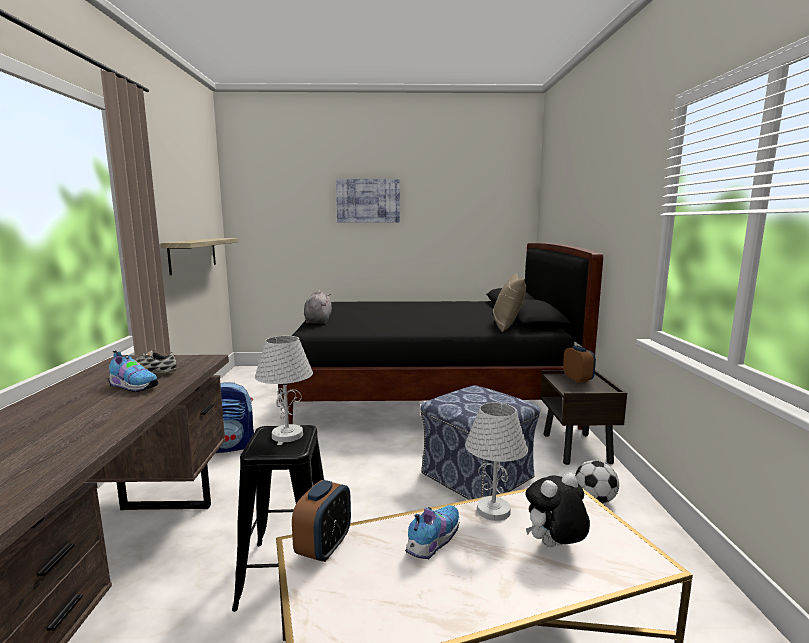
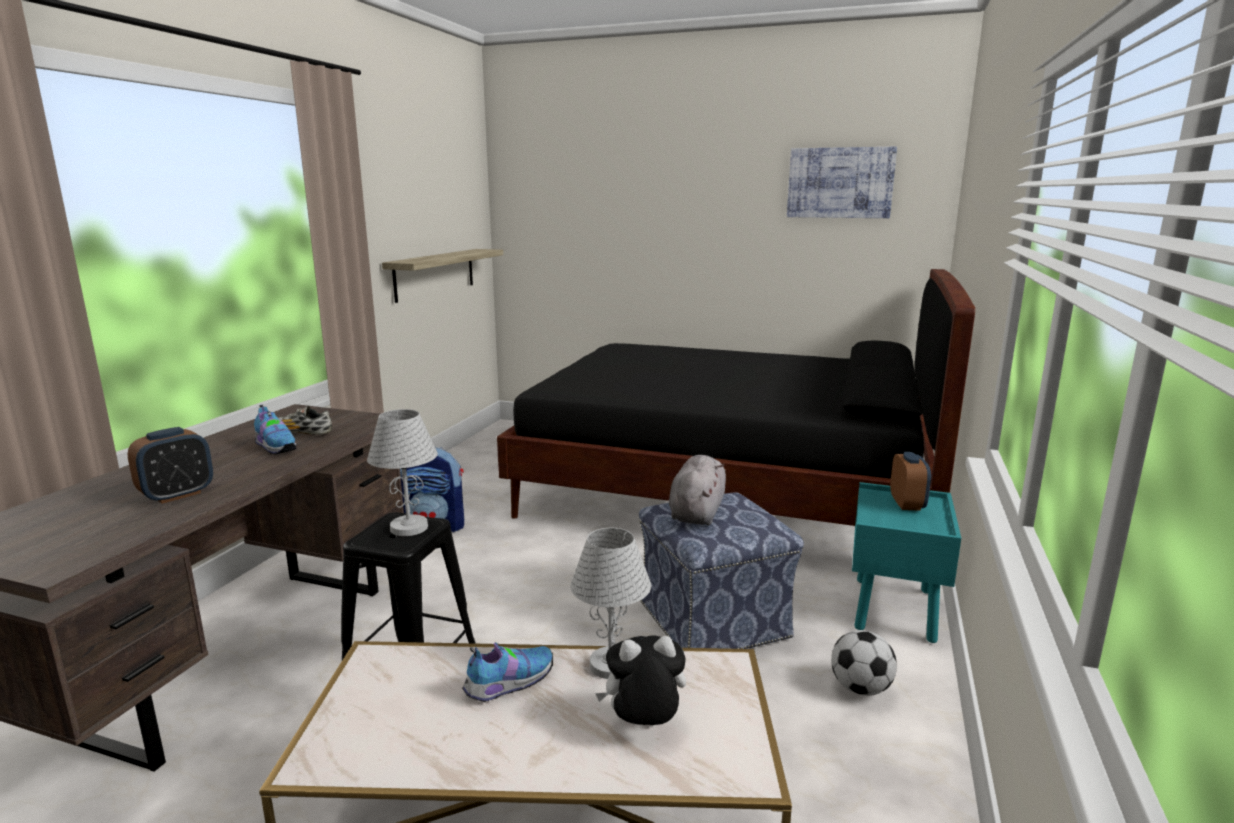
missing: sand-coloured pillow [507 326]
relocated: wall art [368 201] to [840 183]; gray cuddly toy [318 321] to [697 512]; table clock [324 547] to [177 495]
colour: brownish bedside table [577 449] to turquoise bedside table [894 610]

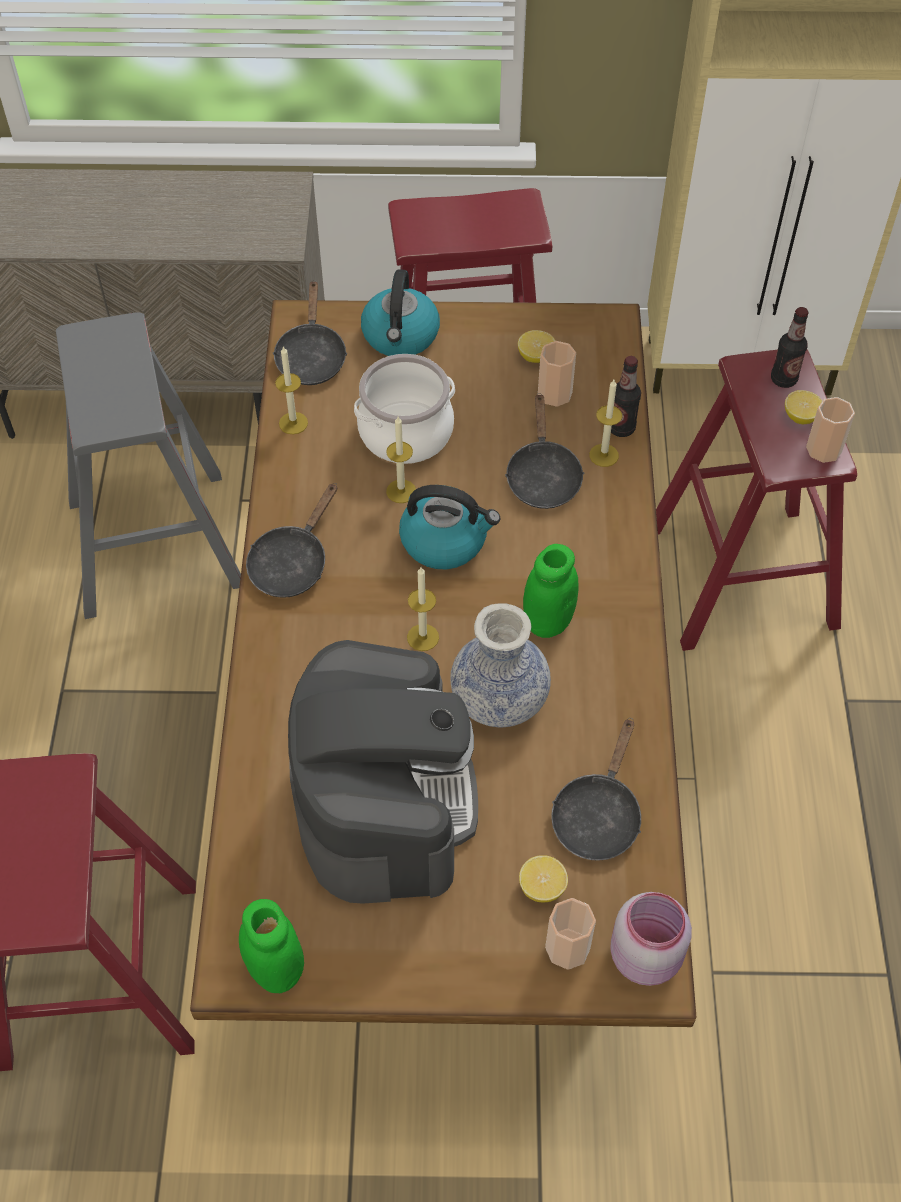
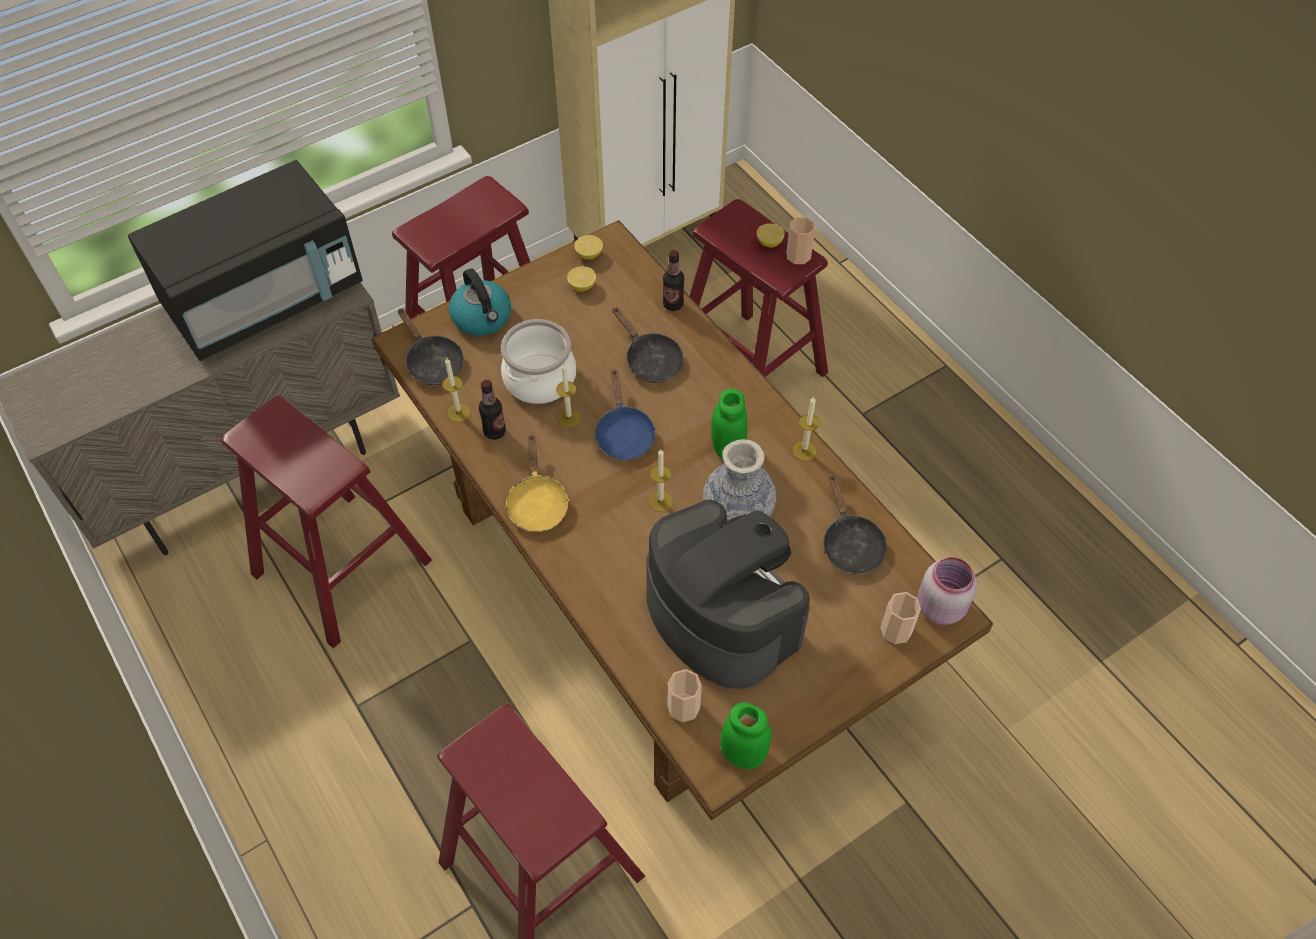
appeared: blackish microwave oven [265 298]
relocated: beverage bottle [783 379] to [494 432]; small cup [554 393] to [683 707]; wax light [603 455] to [804 451]; lemon [542 887] to [589 254]
exchanged: kettle [445 541] to blue frying pan [623 434]
colour: gray stool seat [154 543] to red stool seat [341 567]; blackish frying pan [292 563] to yellow-coloured frying pan [537 503]

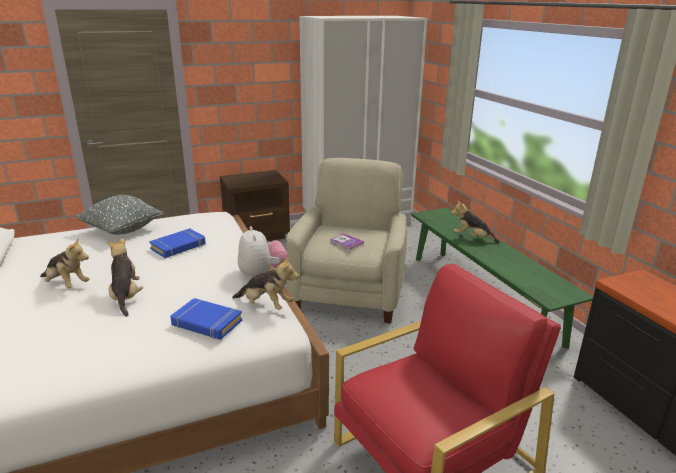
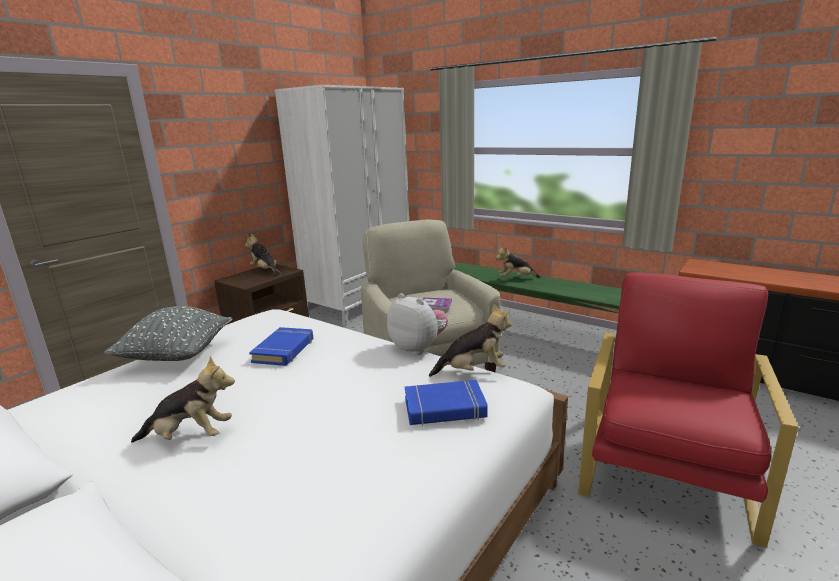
relocated: cuddly toy [126 297] to [265 270]

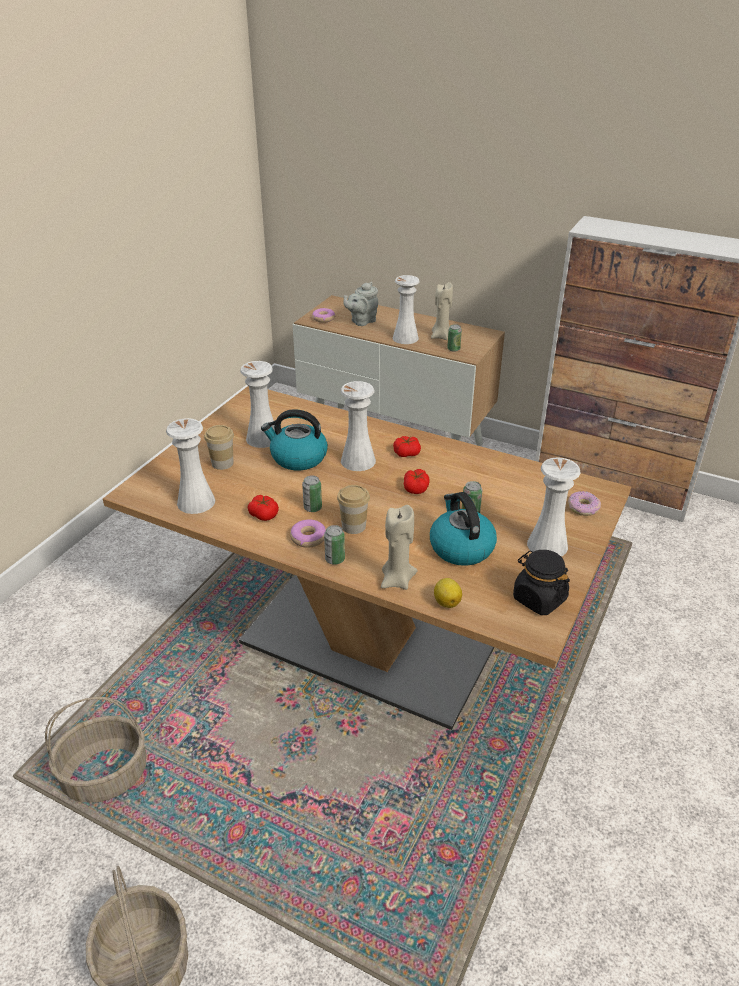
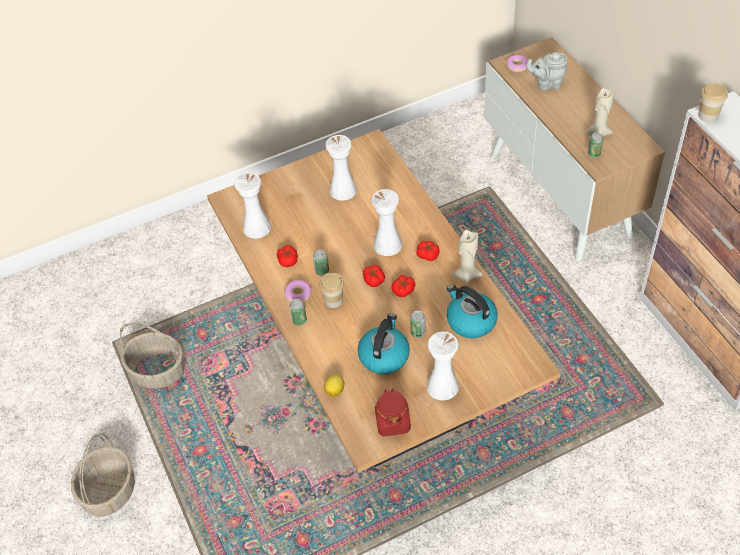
missing: white flower vase [405 338]; doughnut [583 508]
appeared: fresh tomato [373 280]
relocated: kettle [297 458] to [470 321]; small cup [222 463] to [708 115]; sand-coloured wax light [397 580] to [467 275]
colour: blackish preserve jar [539 599] to red preserve jar [392 422]

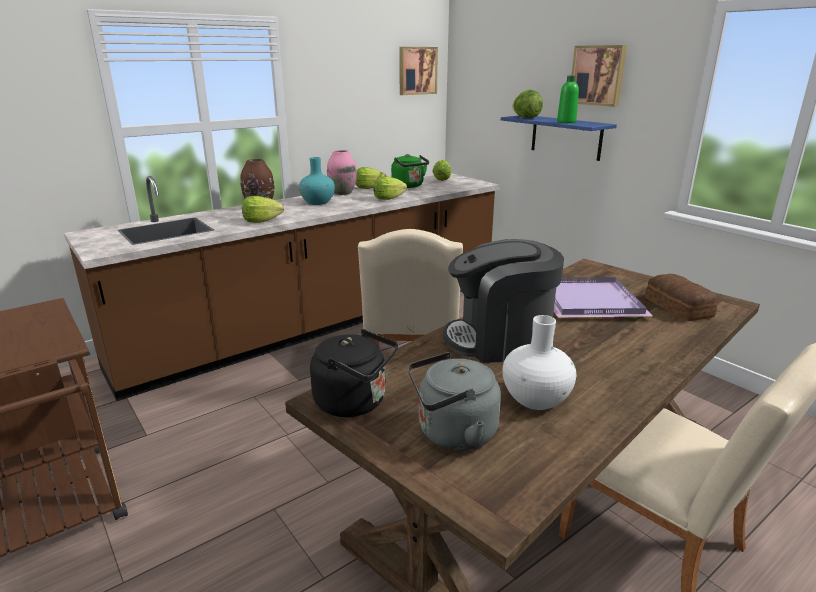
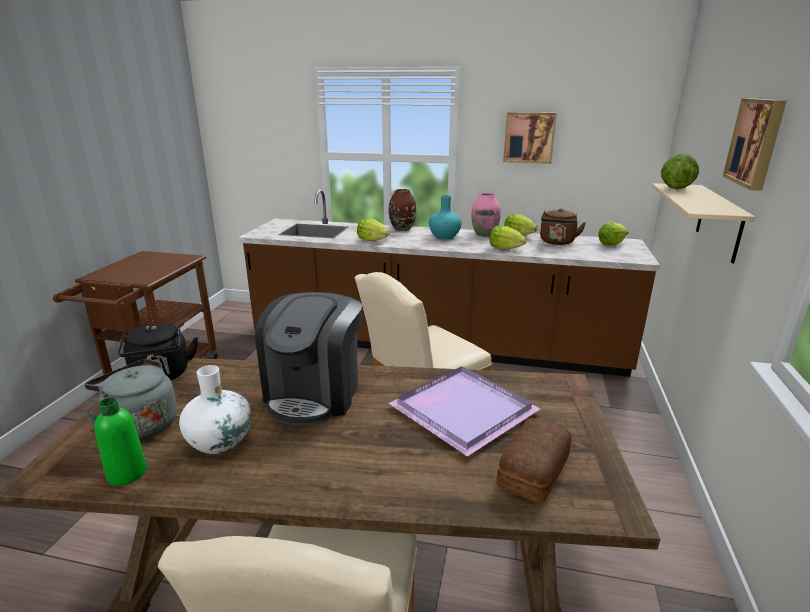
relocated: wall art [417 70] to [529 137]; greenish beverage bottle [566 122] to [127 473]
colour: blue wall shelf [566 137] to sand-coloured wall shelf [719 222]; greenish kettle [409 186] to brownish kettle [557 242]
spun: coffee maker [500 340] = [315 393] 120 degrees counterclockwise

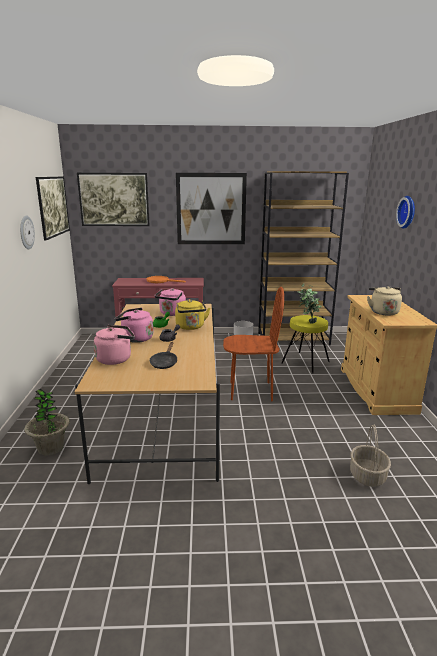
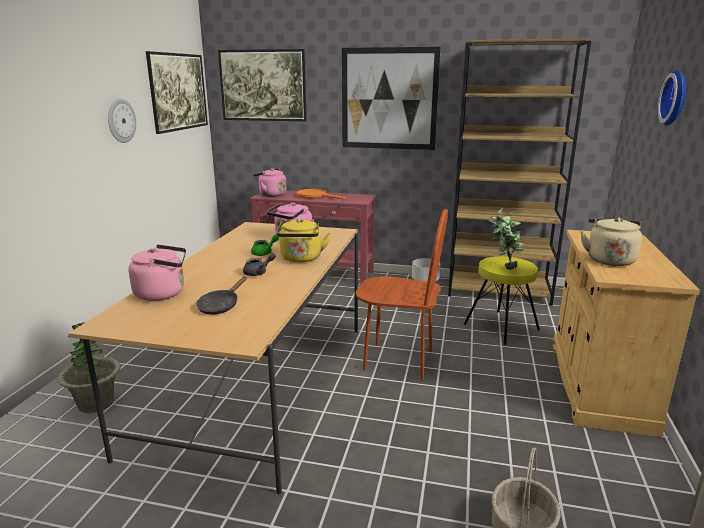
relocated: pinkish kettle [135 338] to [271 194]

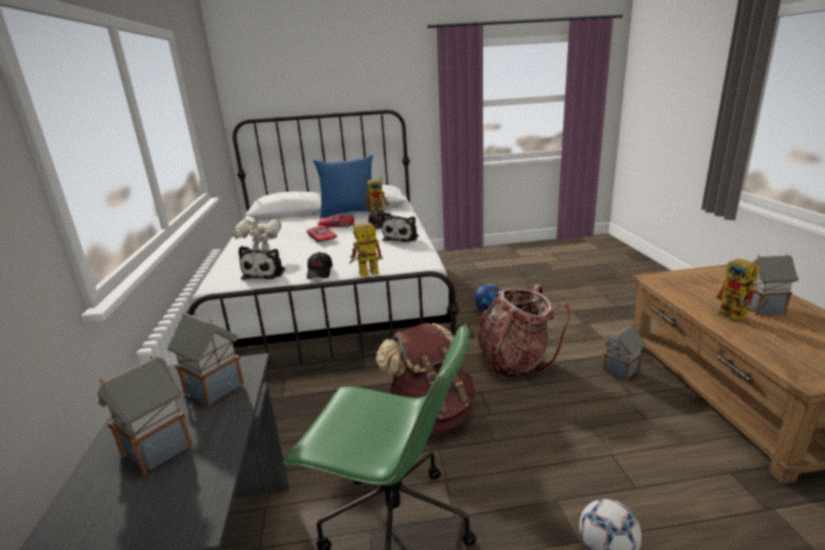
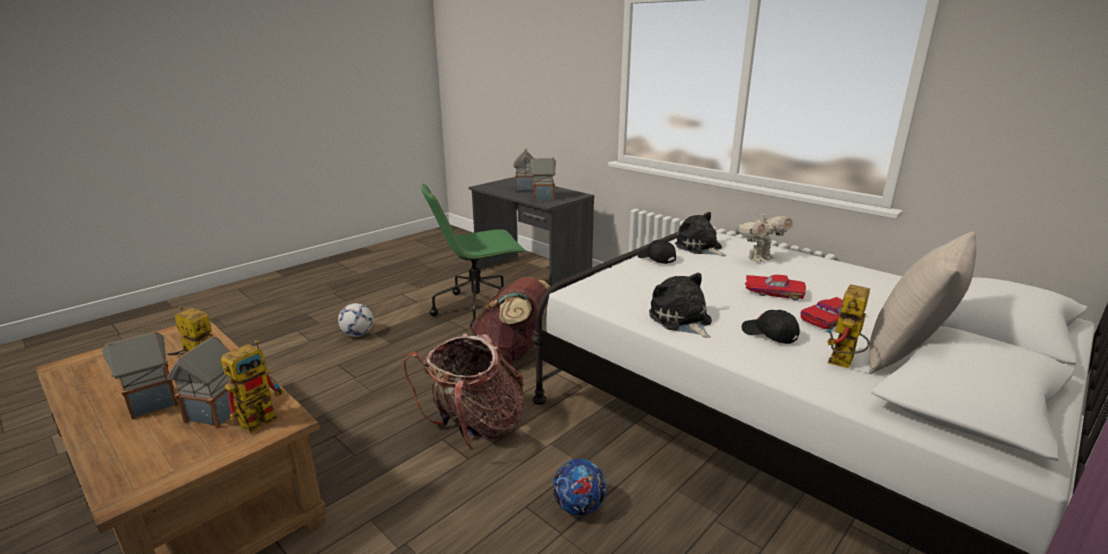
relocated: model robot [364 274] to [263 417]; toy house [621 371] to [217 412]
colour: blue pillow [349 213] to sand-coloured pillow [907 354]

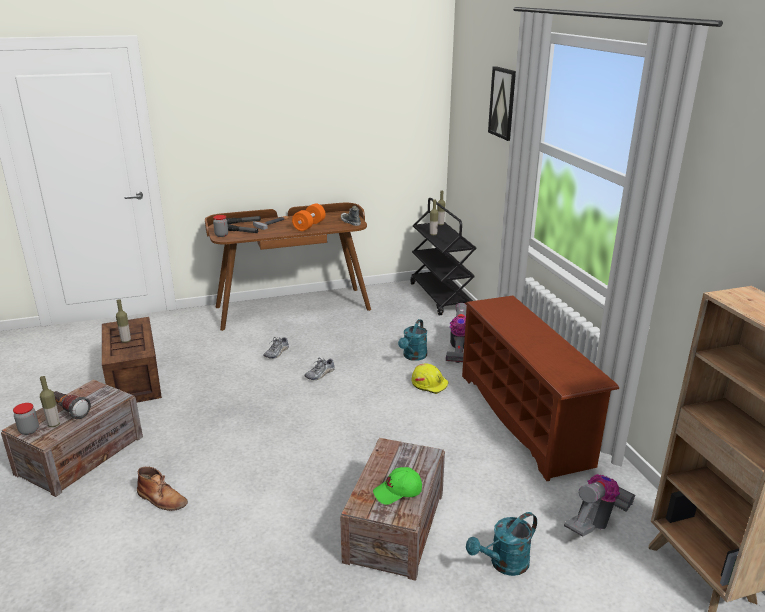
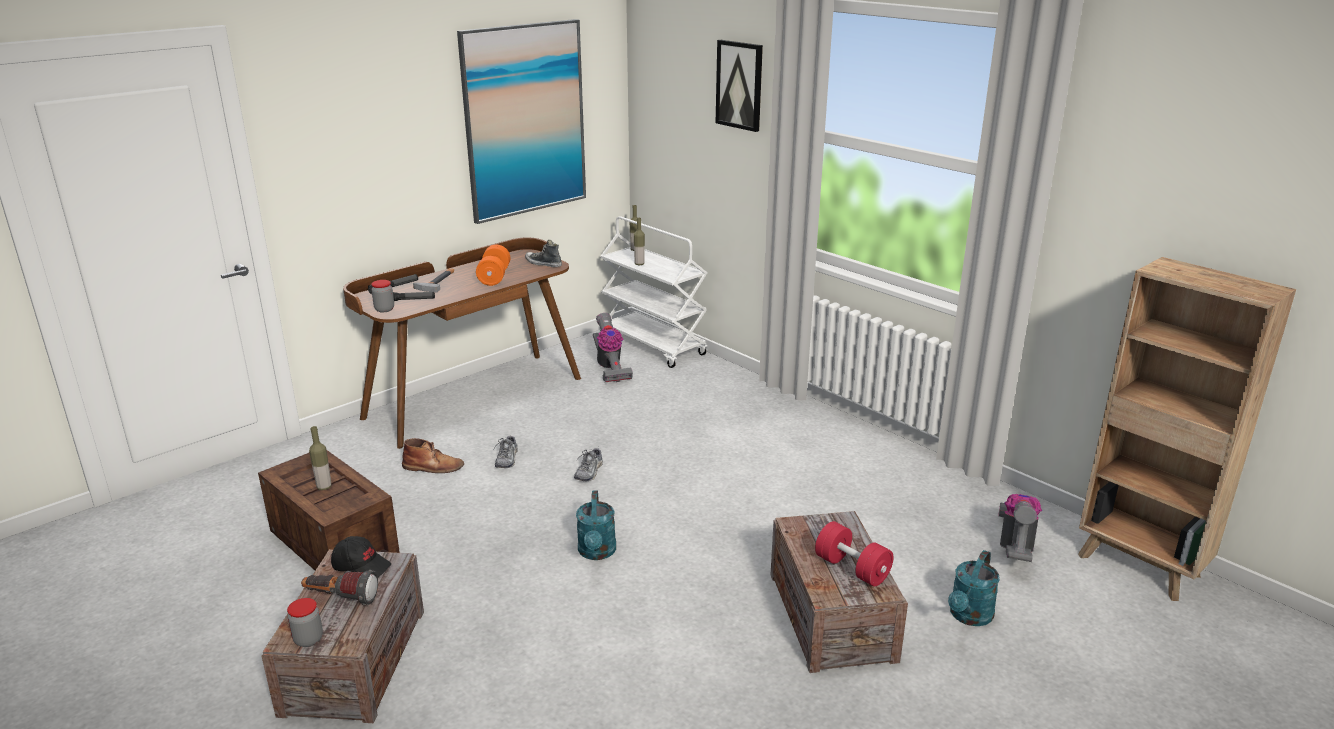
missing: brownish shoe shelf [525 418]; yellow-coloured hard hat [429 384]; beverage bottle [54 424]
appeared: wall art [524 120]; blackish baseball cap [362 566]
relocated: vacuum [458 349] to [609 367]; turquoise sprinkling can [413 357] to [597 553]; brownish high-top boot [162 499] to [433 467]
exchanged: greenish baseball cap [398 492] to red free weight [852 569]
colour: blackish trolley [441 297] to white trolley [653 345]

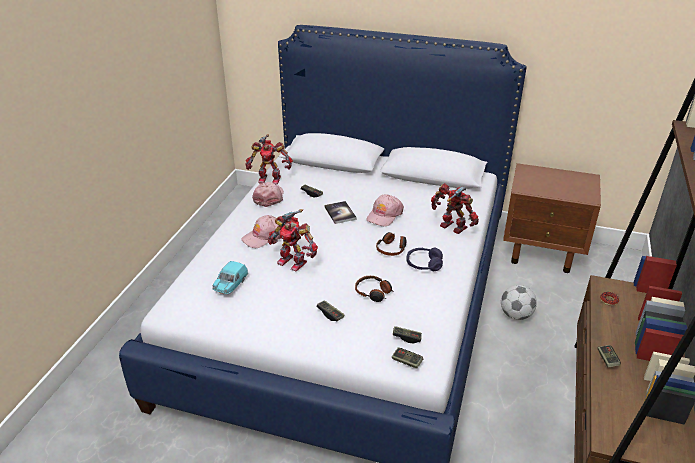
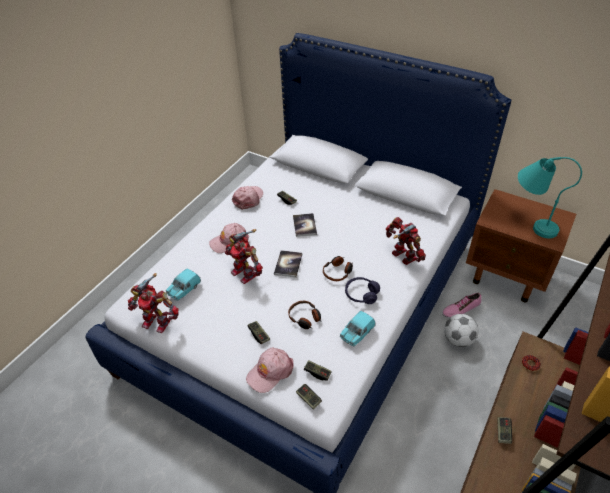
appeared: turquoise lamp for a table [530 221]; bound book [288 264]; shoe [461 308]; turquoise model car [357 334]
relocated: model robot [270 179] to [157 321]; pinkish baseball cap [384 215] to [270 372]

